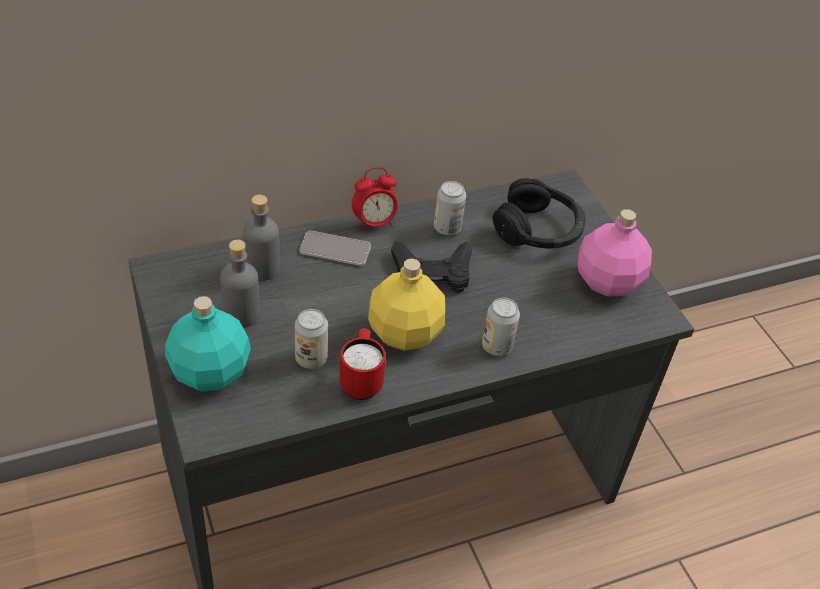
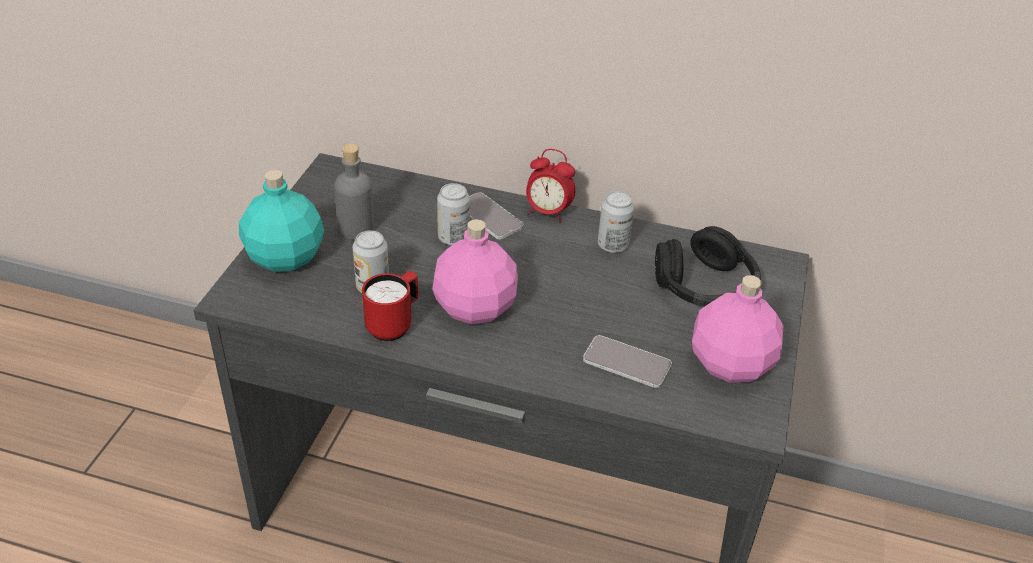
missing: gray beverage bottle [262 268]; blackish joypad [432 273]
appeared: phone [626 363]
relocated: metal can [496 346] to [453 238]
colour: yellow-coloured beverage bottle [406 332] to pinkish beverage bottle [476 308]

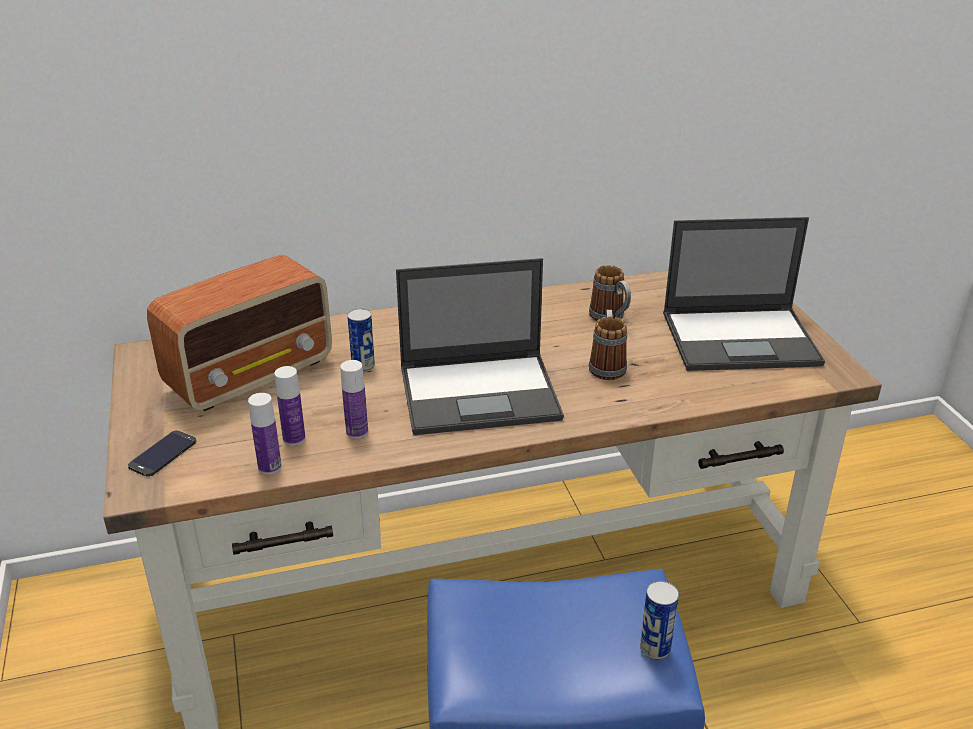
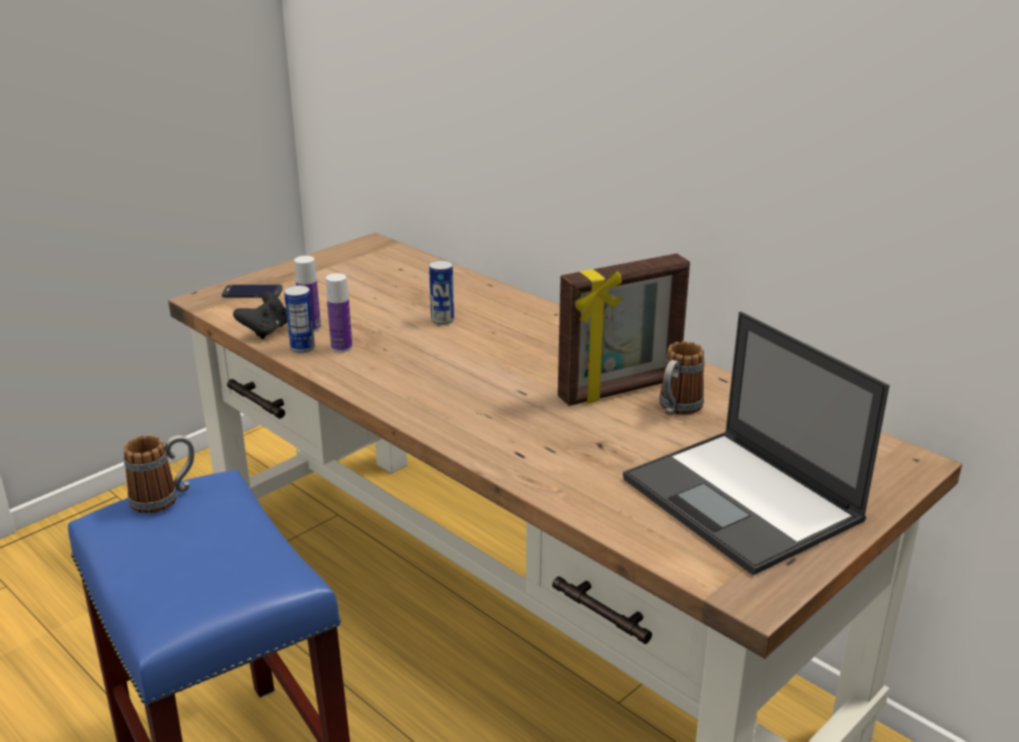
missing: radio receiver [252 374]; laptop [481 393]
appeared: photo frame [620 390]
relocated: tea mug [606 365] to [165 498]; metal can [655 649] to [302 348]
exchanged: beverage bottle [270 467] to blackish joypad [266 331]

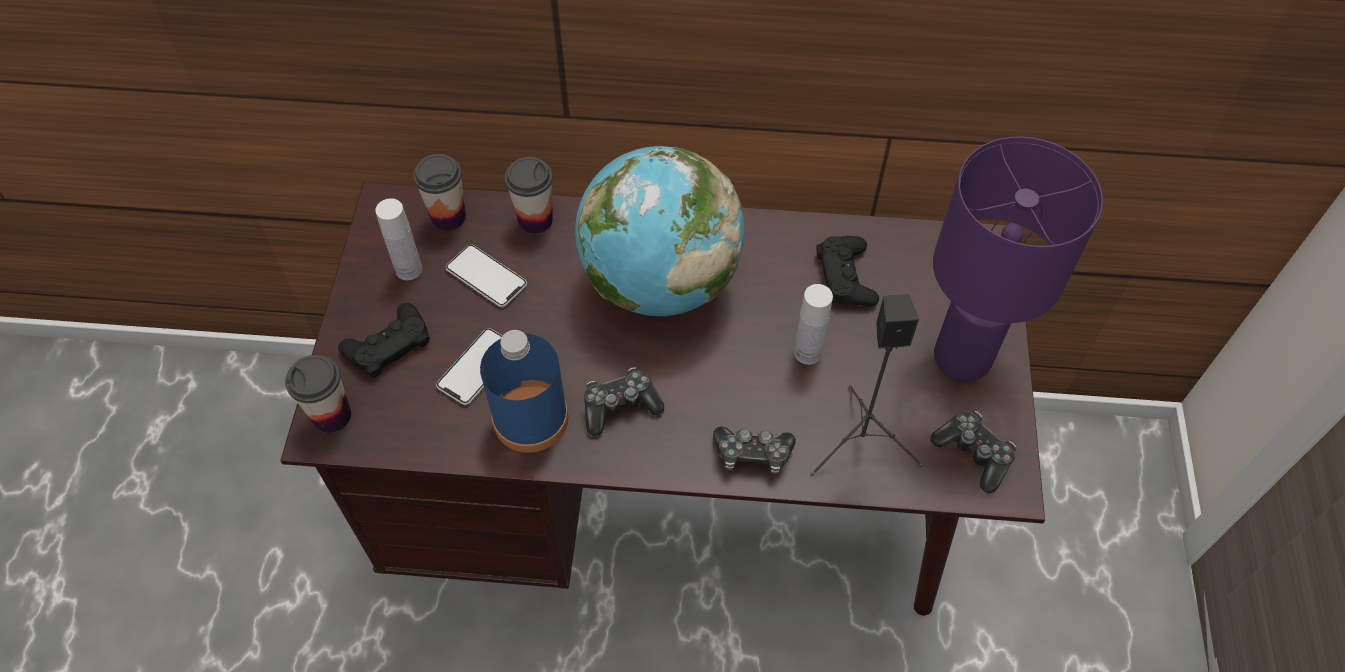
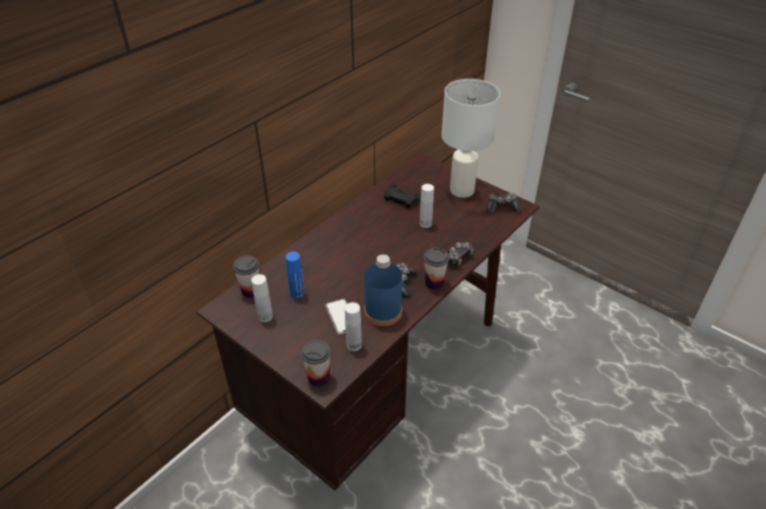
missing: globe [659 281]; blackish speaker [862 441]; blackish joypad [388 345]
appeared: white beverage bottle [354 345]
relocated: small cup [535 220] to [434 283]
exchanged: phone [486 277] to blue beverage bottle [297 293]
colour: purple-coloured lamp for a table [962 358] to white lamp for a table [462 191]

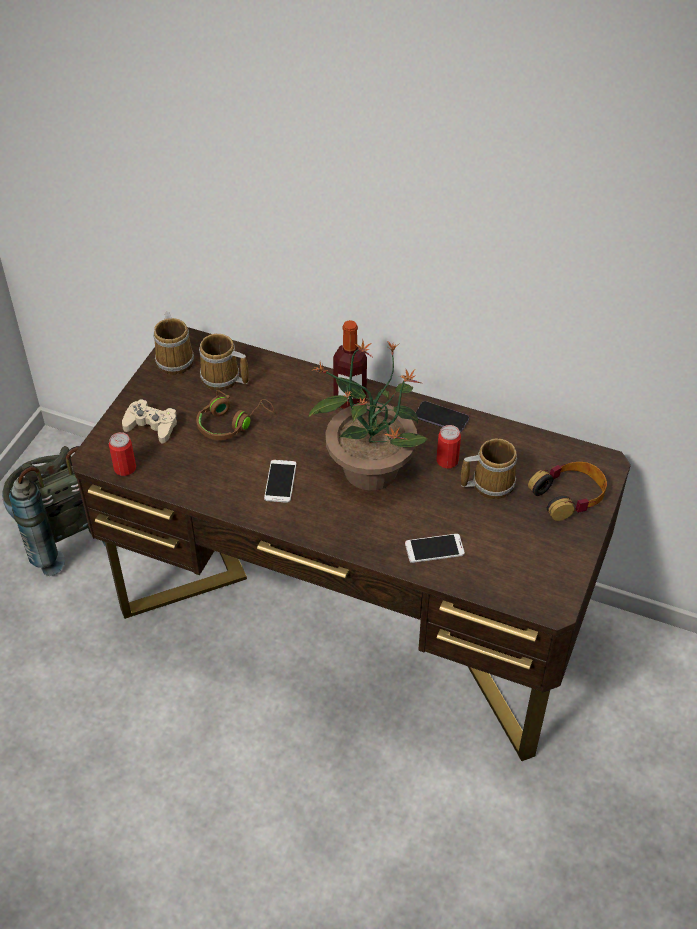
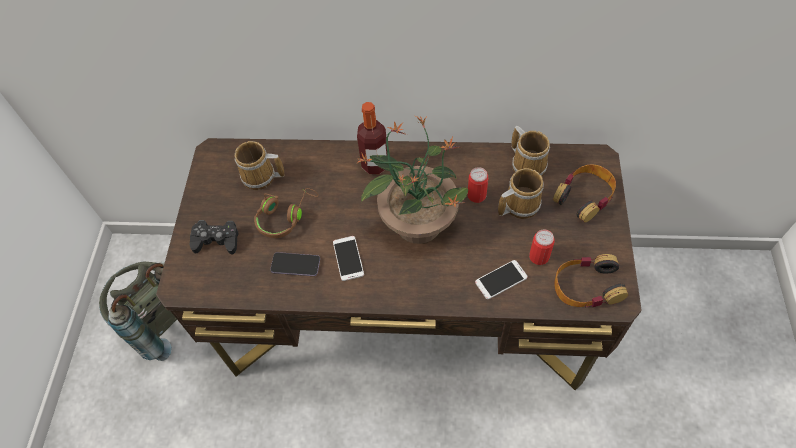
appeared: headphones [586 286]
relocated: tea mug [176 359] to [528 164]; phone [441 418] to [295 265]; metal can [125 468] to [539 256]
colour: sand-coloured joypad [151 425] to blackish joypad [216 240]

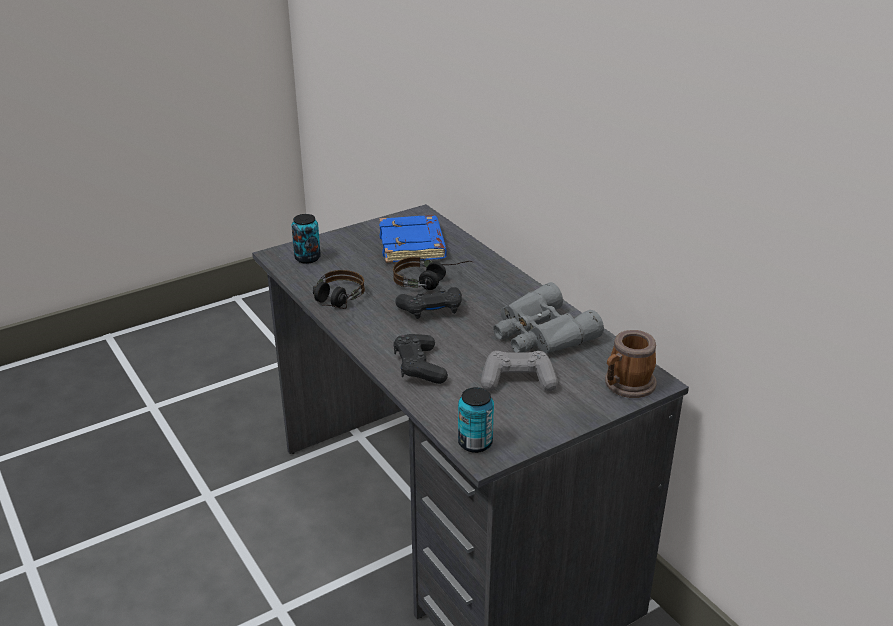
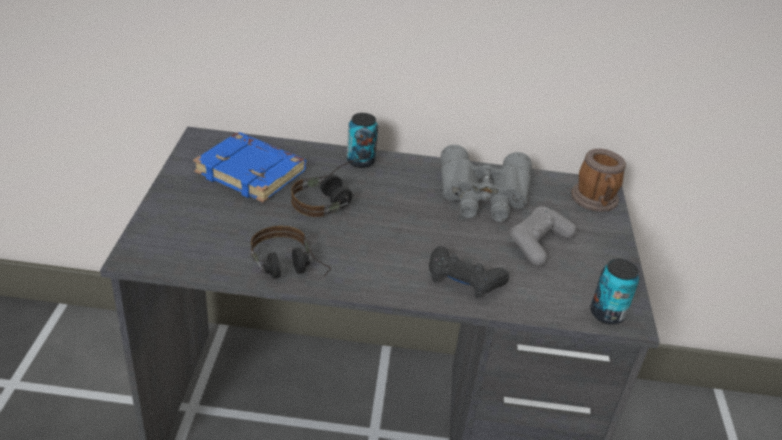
missing: blackish joypad [431 310]
relocated: metal can [307 258] to [360 161]

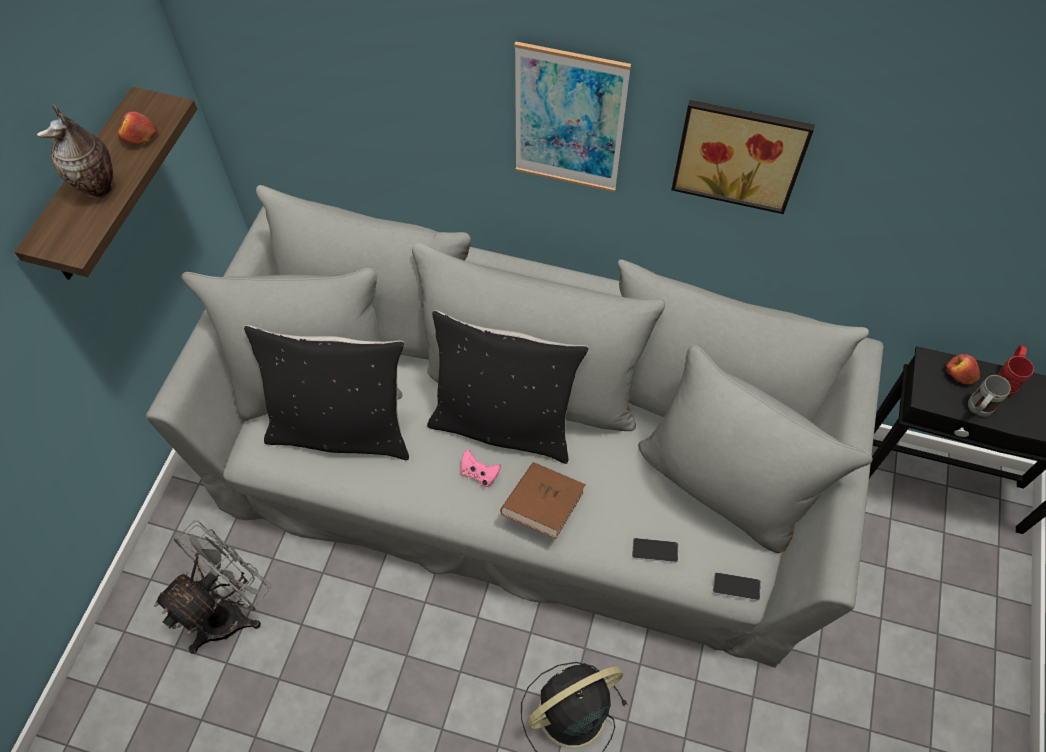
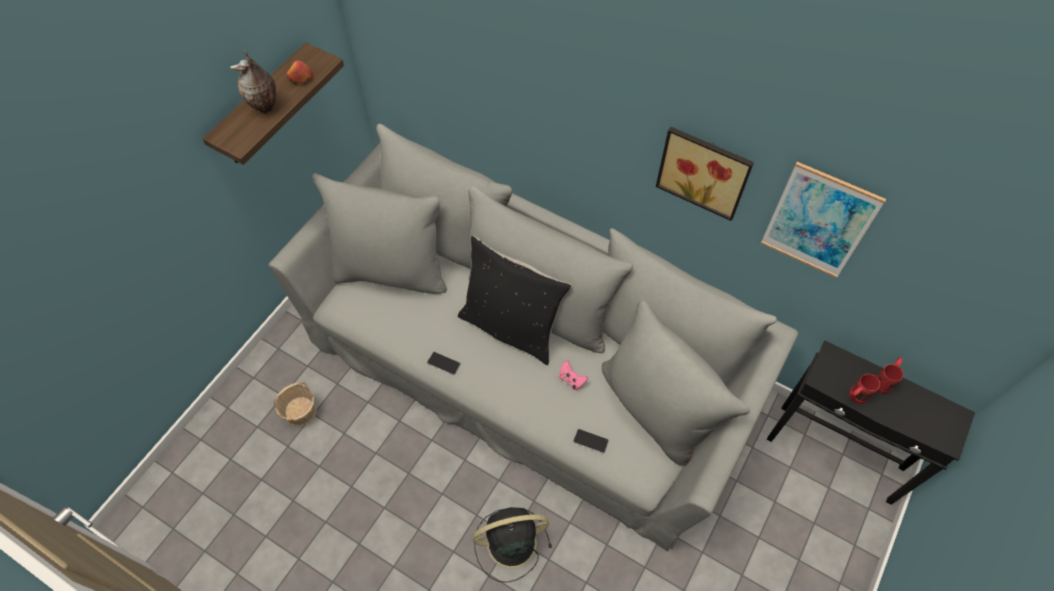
missing: blackish pillow [342 429]; apple [960 374]; brownish bound book [543 507]
relocated: wall art [569 120] to [818 221]; pinkish joypad [479 474] to [571 380]; phone [736 587] to [443 363]
exchanged: gray cooling fan [231 610] to household basket [300 411]
colour: gray tea mug [976 410] to red tea mug [854 397]

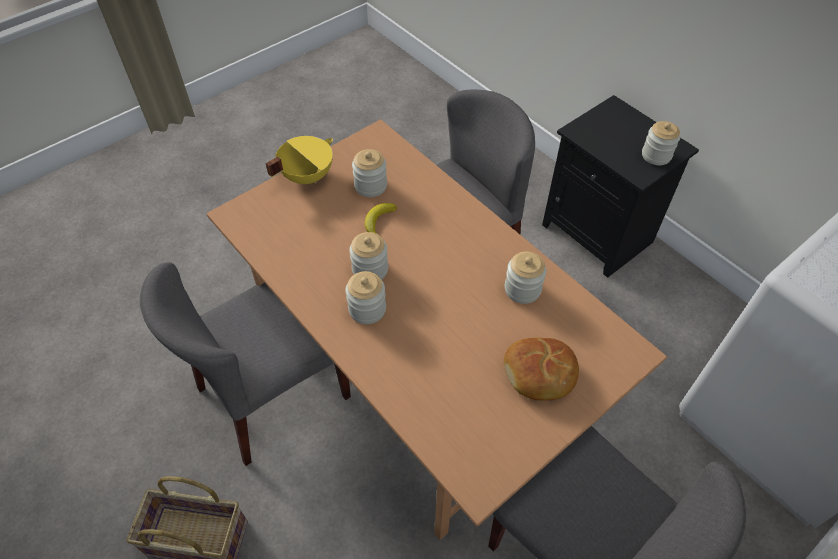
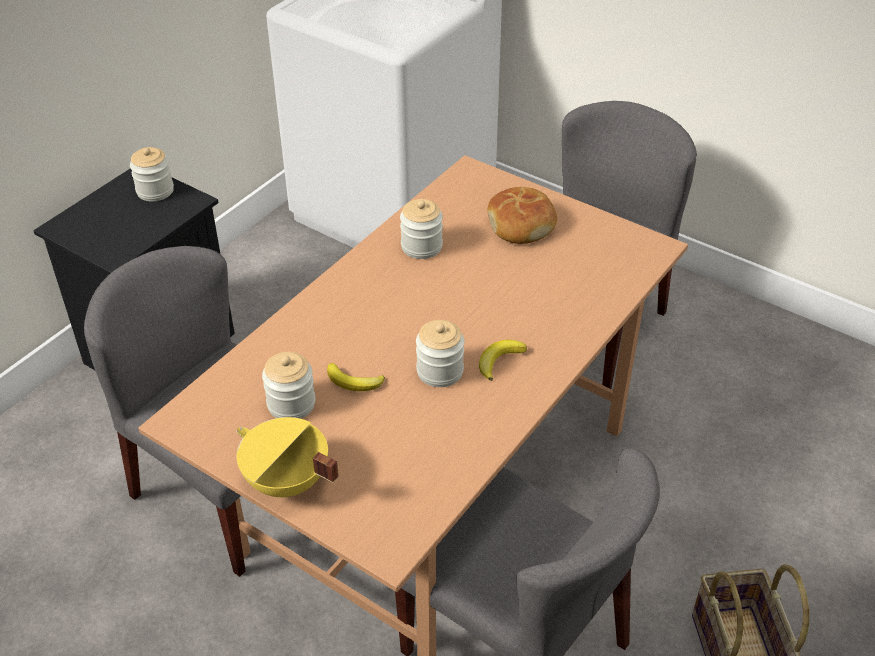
exchanged: preserve jar [367 309] to banana fruit [499 360]

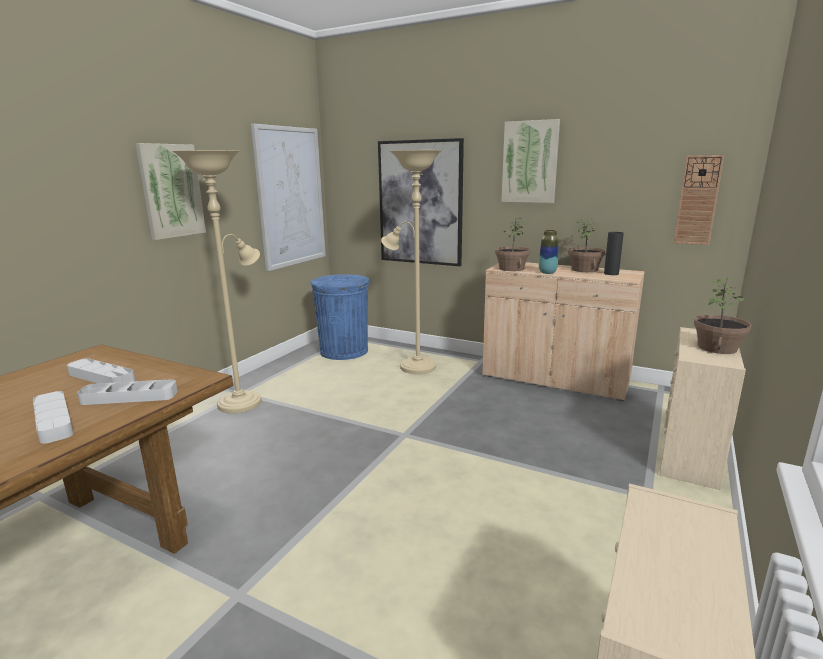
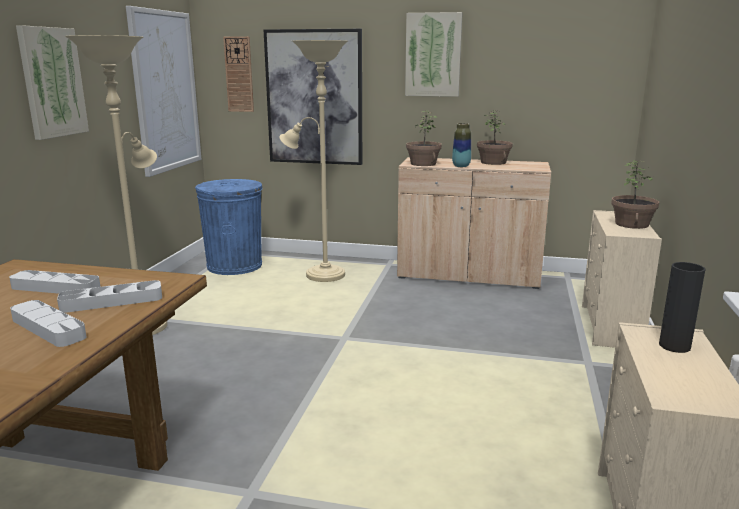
relocated: wall clock [697 200] to [239 74]; blackish flower vase [611 273] to [674 346]

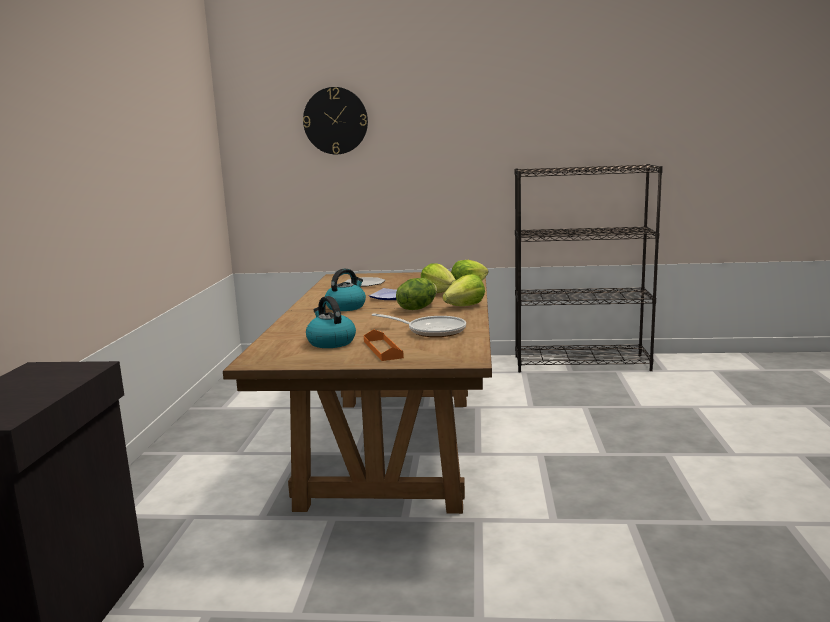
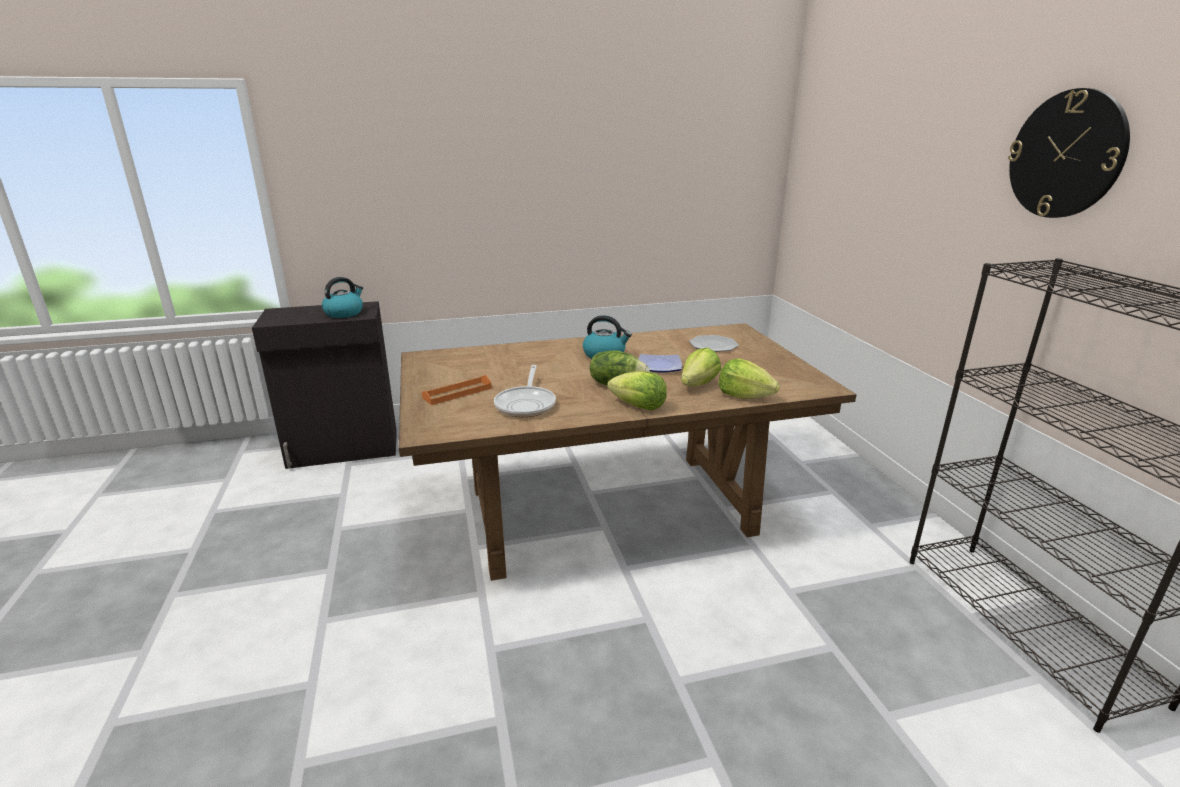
relocated: wall clock [335 121] to [1066 155]; kettle [330 342] to [344 313]

